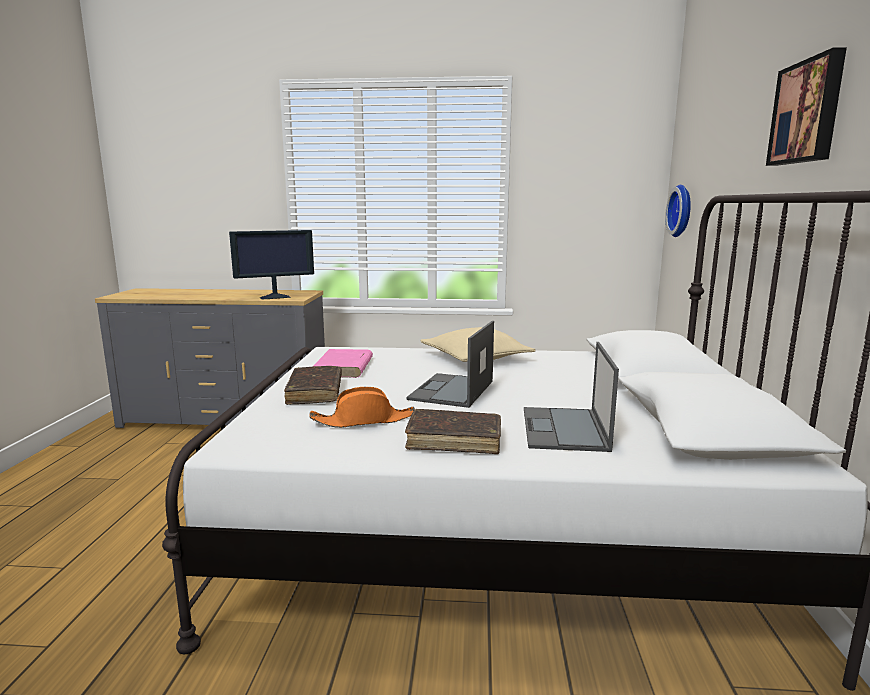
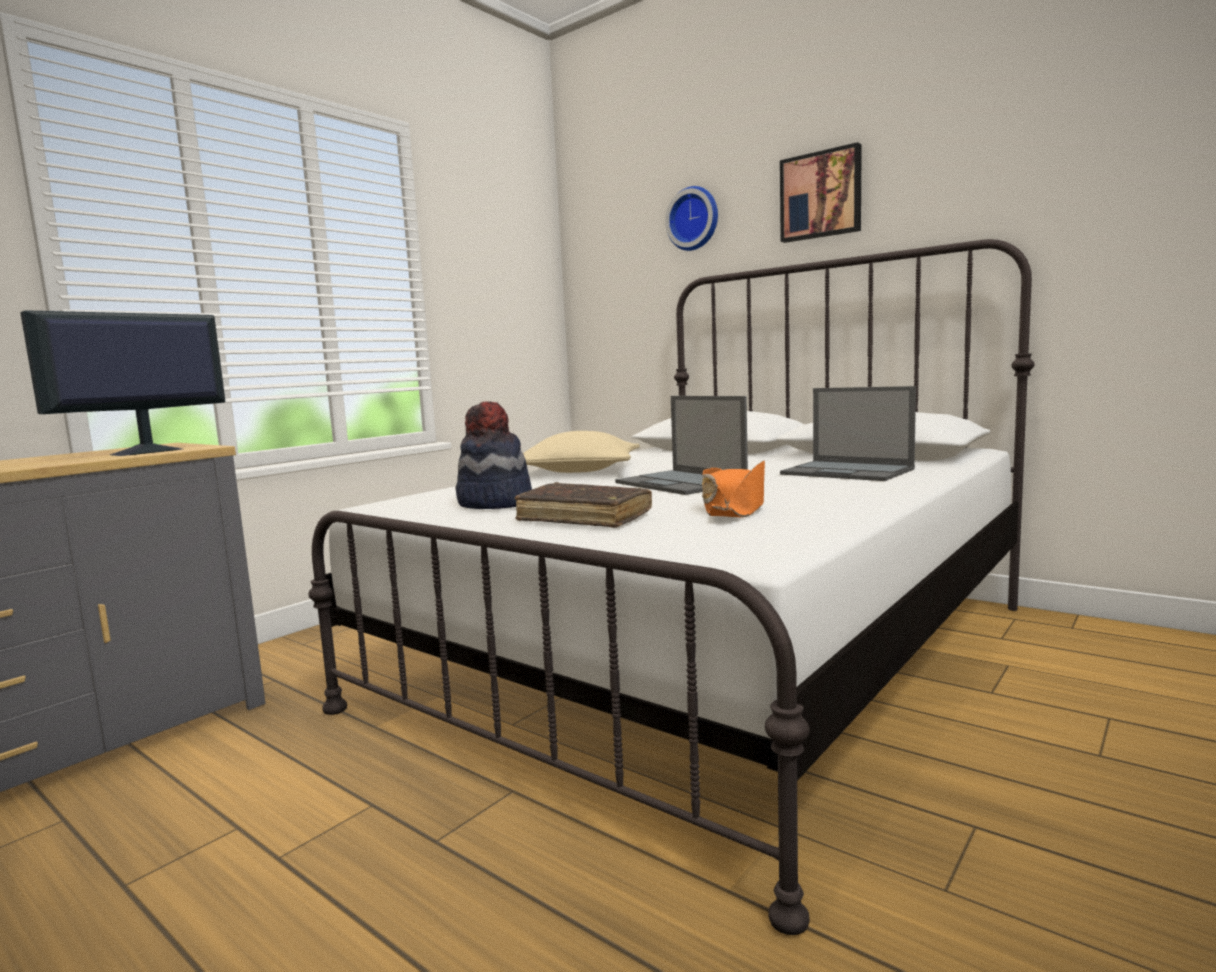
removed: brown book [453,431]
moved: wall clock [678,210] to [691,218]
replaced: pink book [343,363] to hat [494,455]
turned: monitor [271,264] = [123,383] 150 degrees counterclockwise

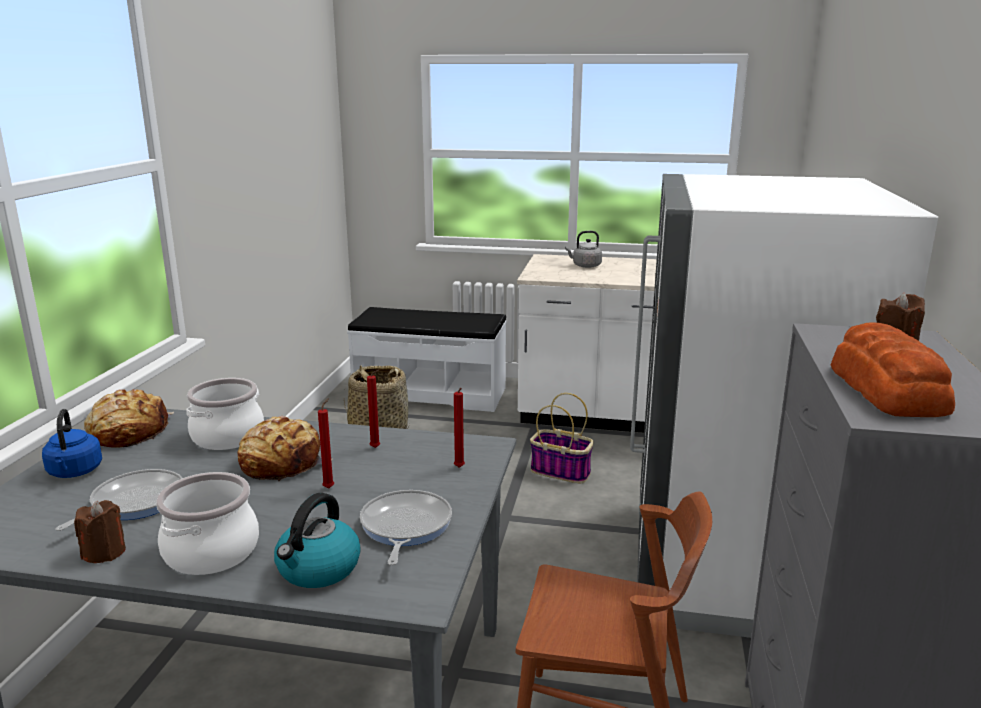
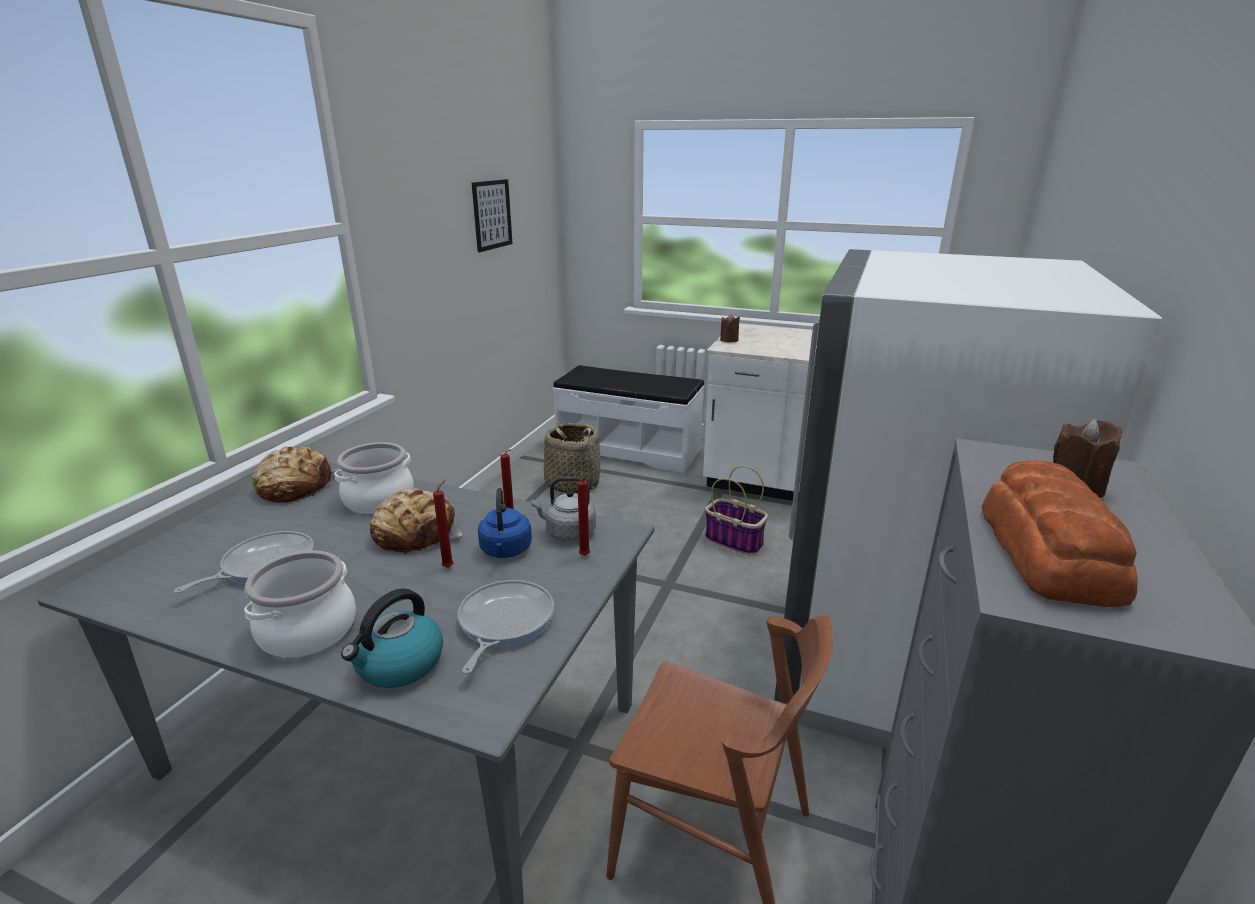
added: picture [492,215]
moved: blue kettle [72,443] to [505,523]; grey kettle [583,249] to [563,509]; brown candle [100,531] to [730,328]

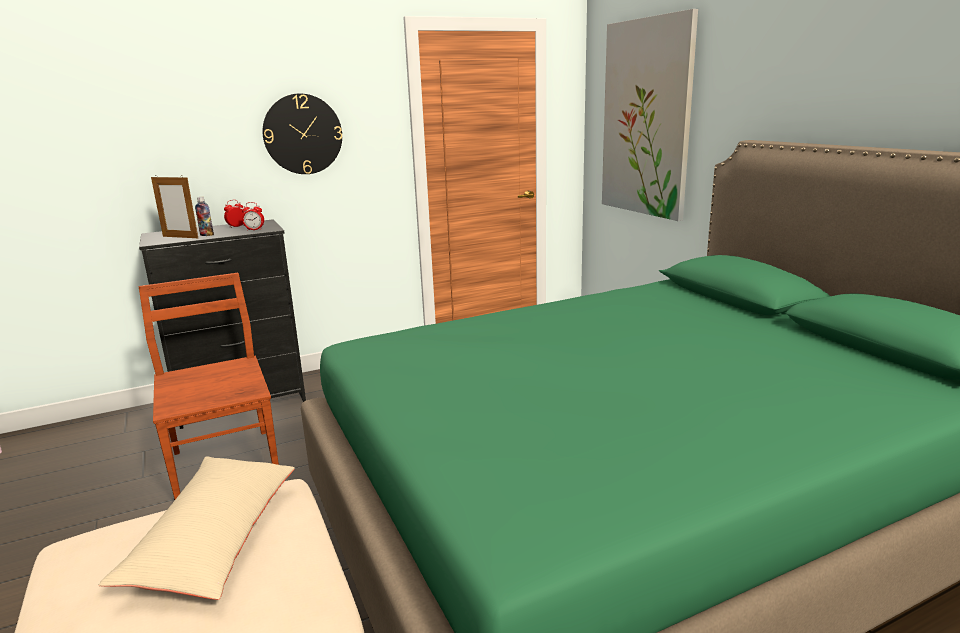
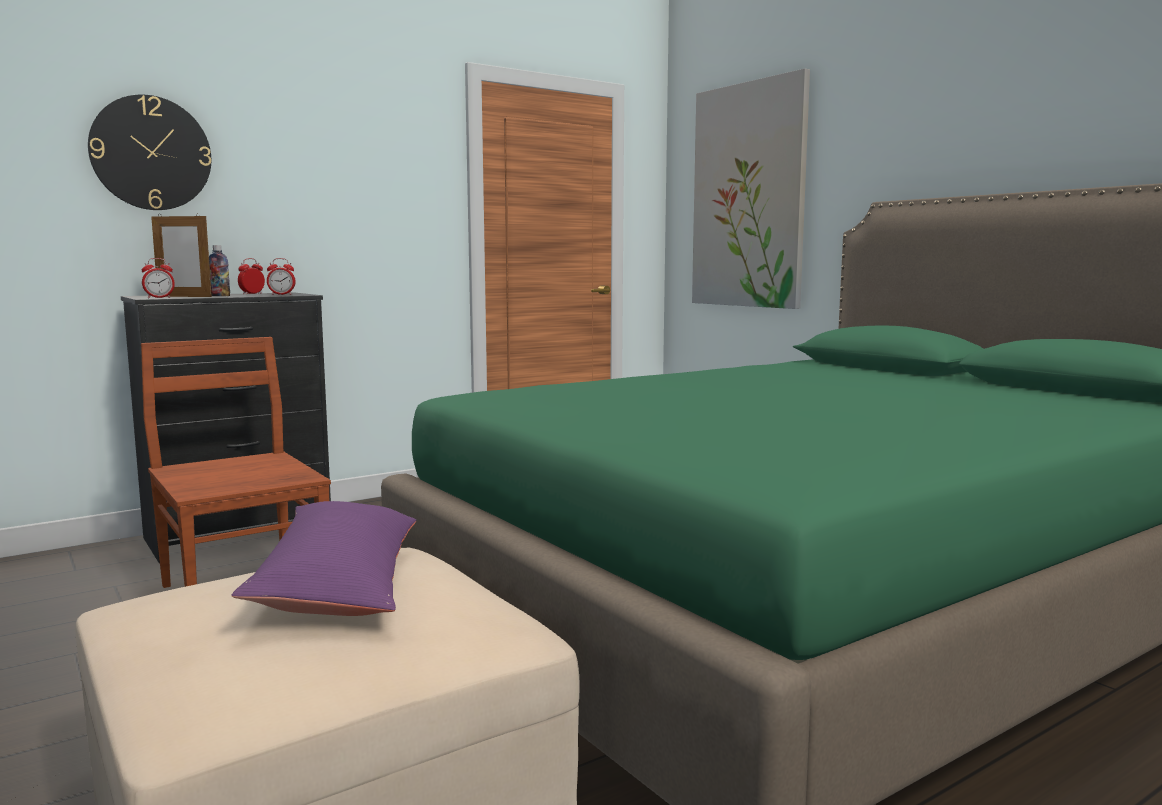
added: alarm clock [158,278]
moved: wall clock [302,134] to [149,152]
recoloured: beige pillow [197,528] to purple pillow [323,558]

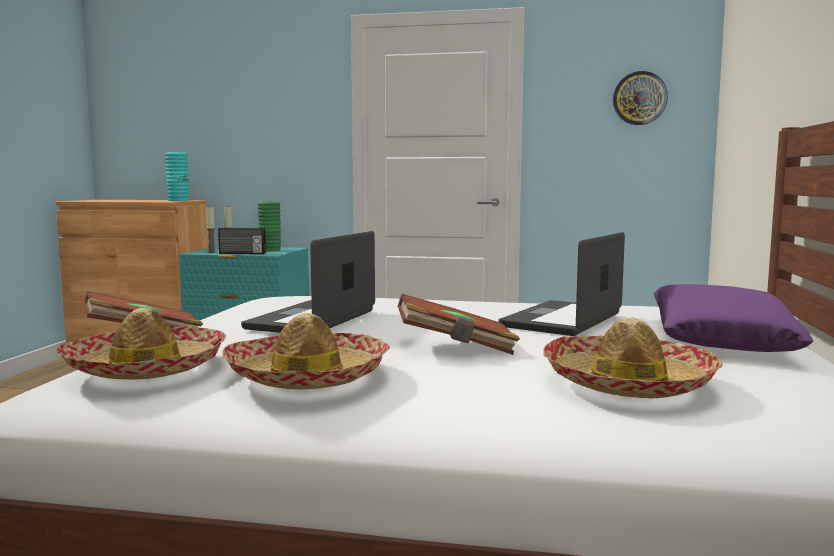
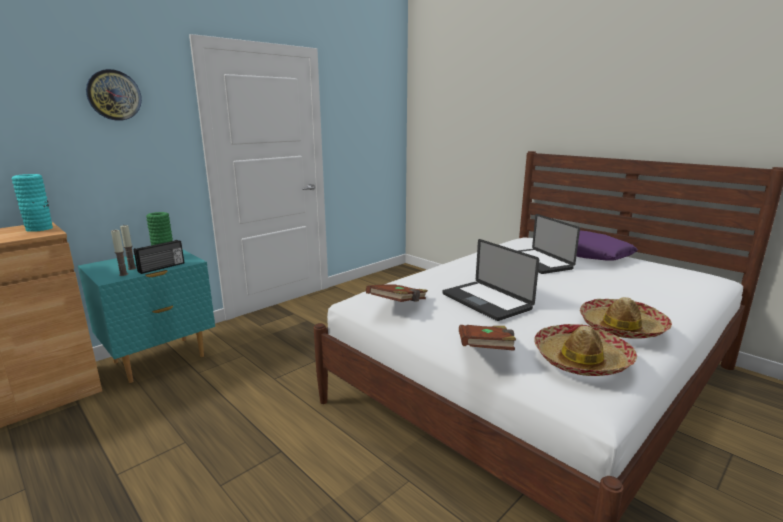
removed: hat [633,358]
moved: wall clock [640,98] to [114,95]; brown book [459,324] to [397,293]

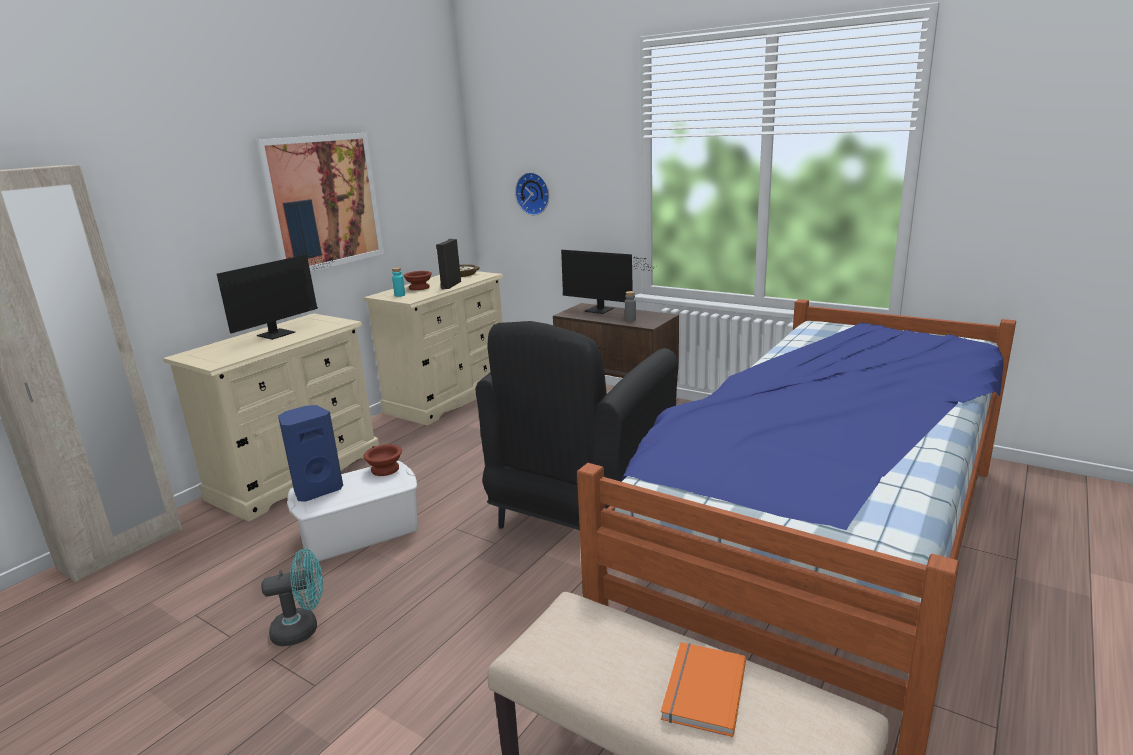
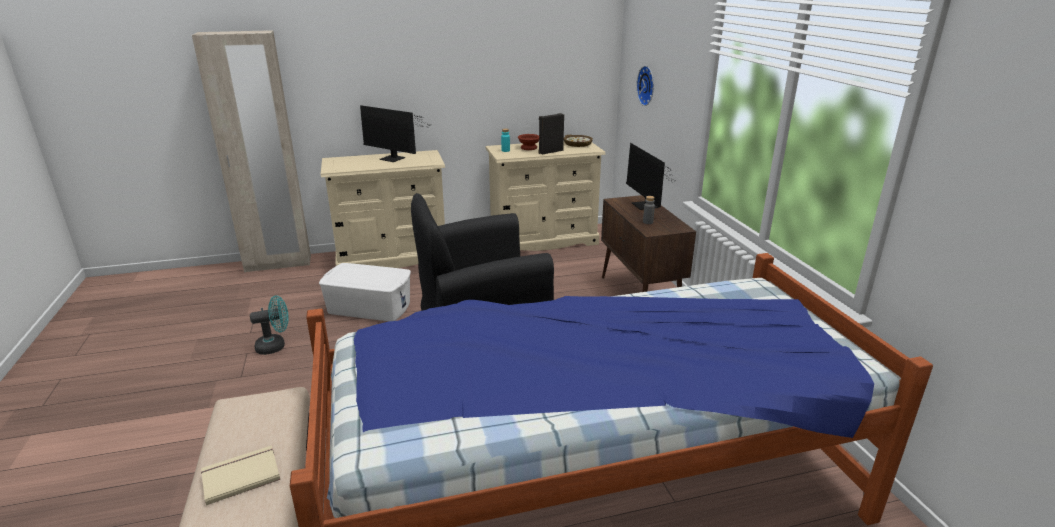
removed: picture [319,202]; blue speaker [310,453]; brown bowl [382,460]
recoloured: orange book [703,689] to beige book [240,475]
turned: turquoise fan [292,598] = [269,325] 45 degrees counterclockwise; monitor [276,297] = [393,133] 45 degrees clockwise

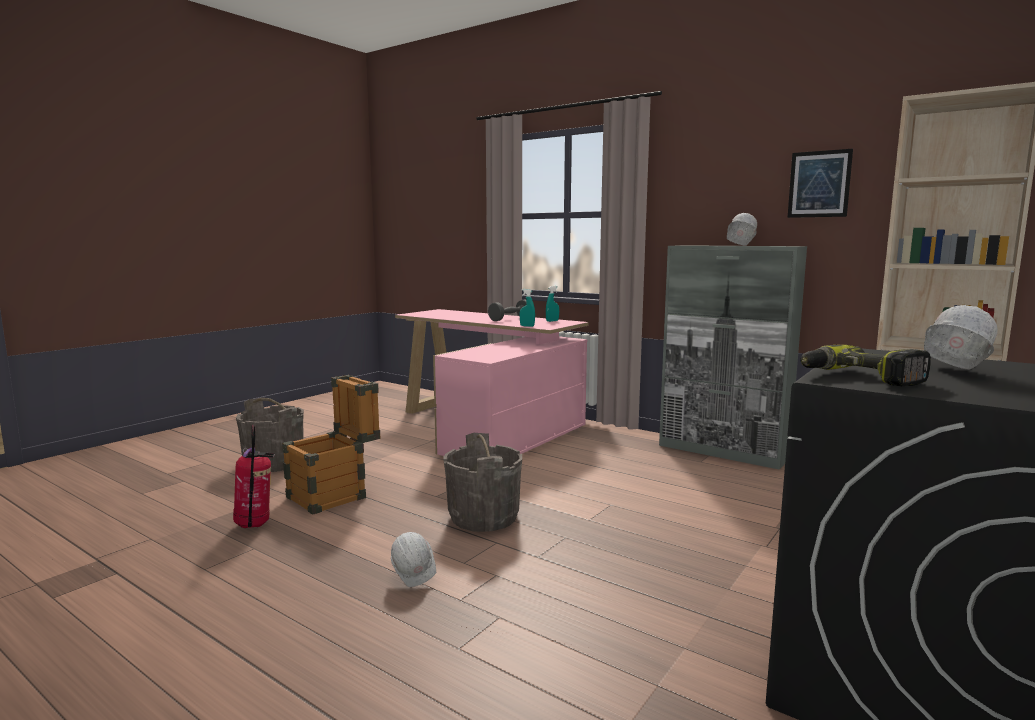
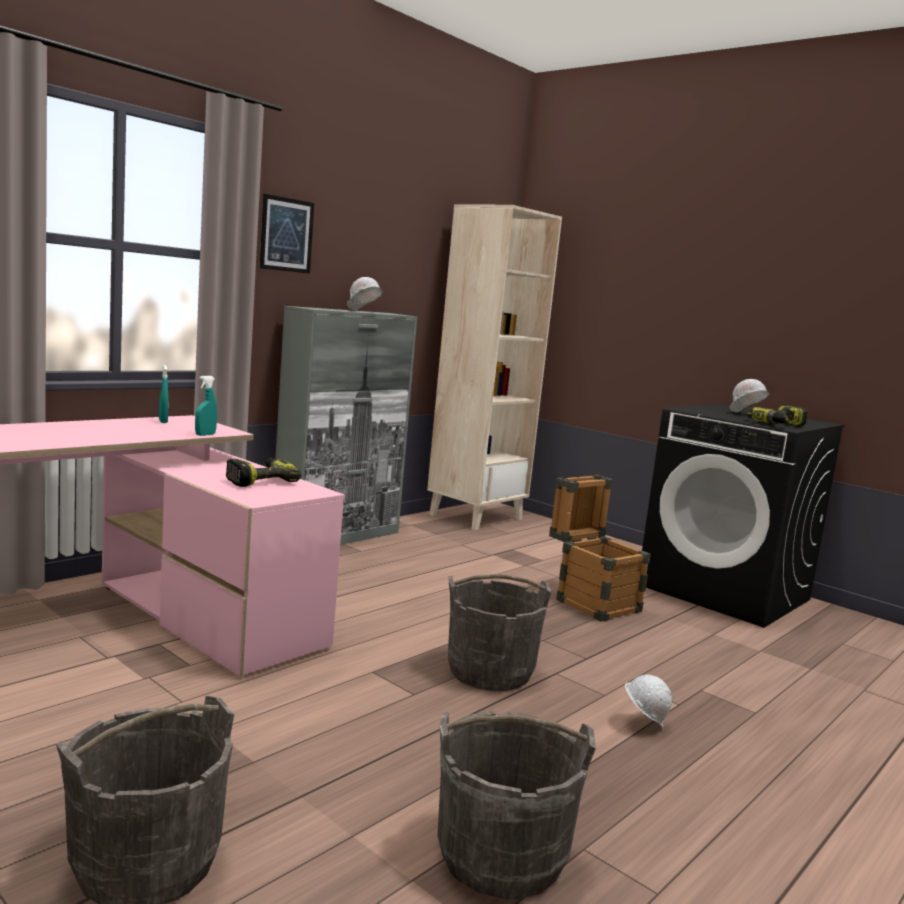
removed: grey dumbbell [507,310]
added: power drill [264,472]
moved: picture [820,183] to [287,234]; crate [331,445] to [600,548]
replaced: fire extinguisher [254,476] to grey bucket [516,805]

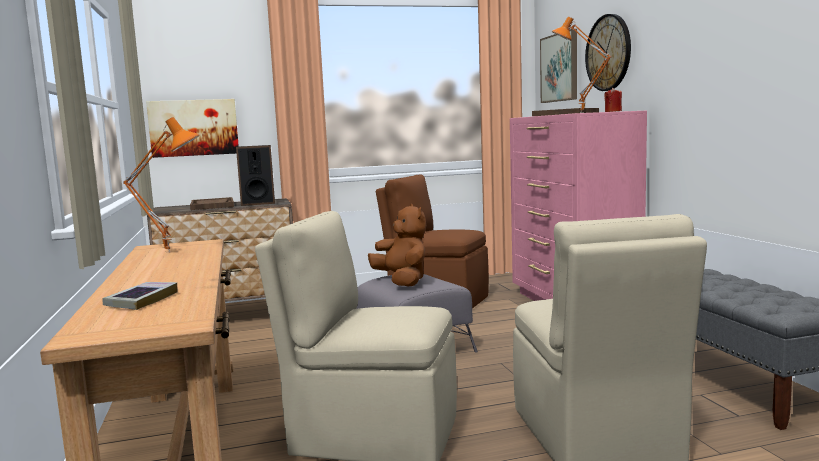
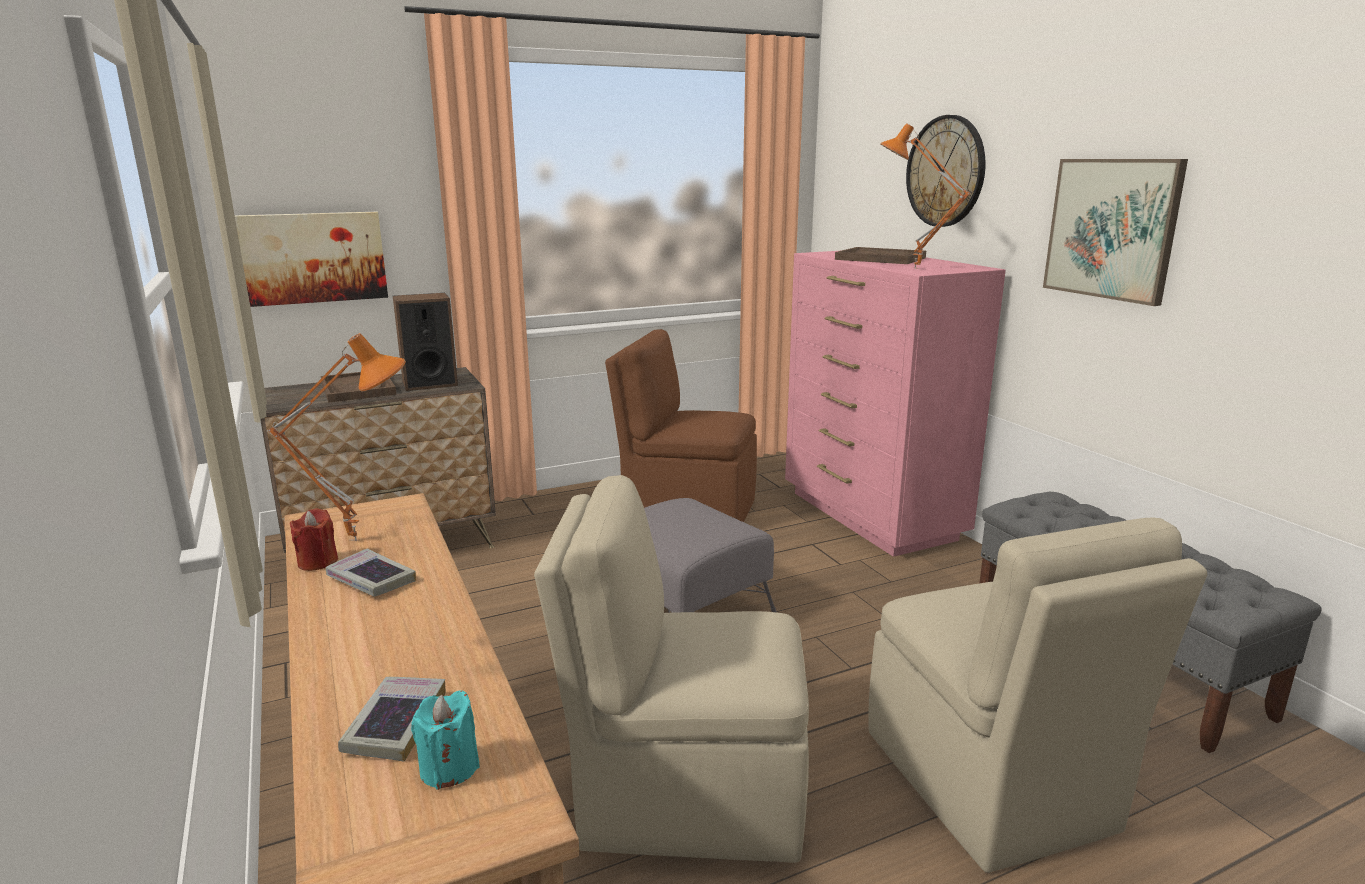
removed: brown plush toy [397,245]
added: book [371,572]; turquoise candle [445,740]
moved: red candle [613,100] to [314,539]; picture [558,66] to [1115,232]

